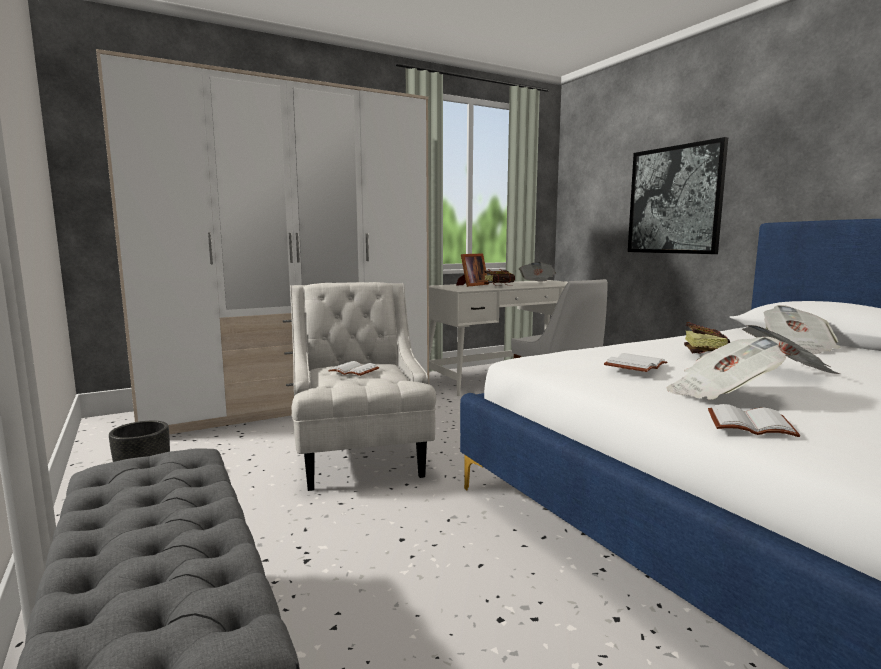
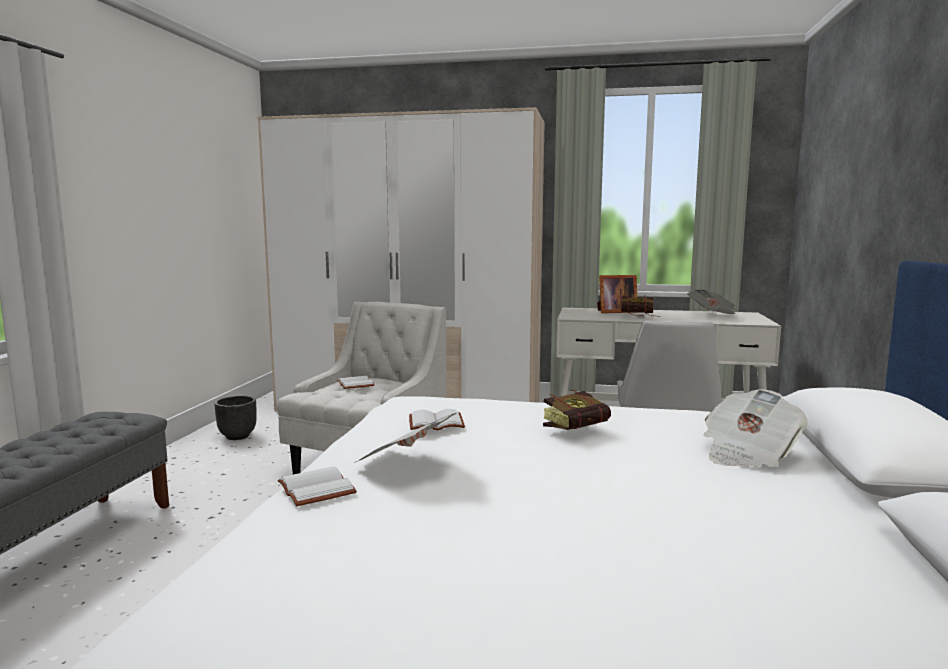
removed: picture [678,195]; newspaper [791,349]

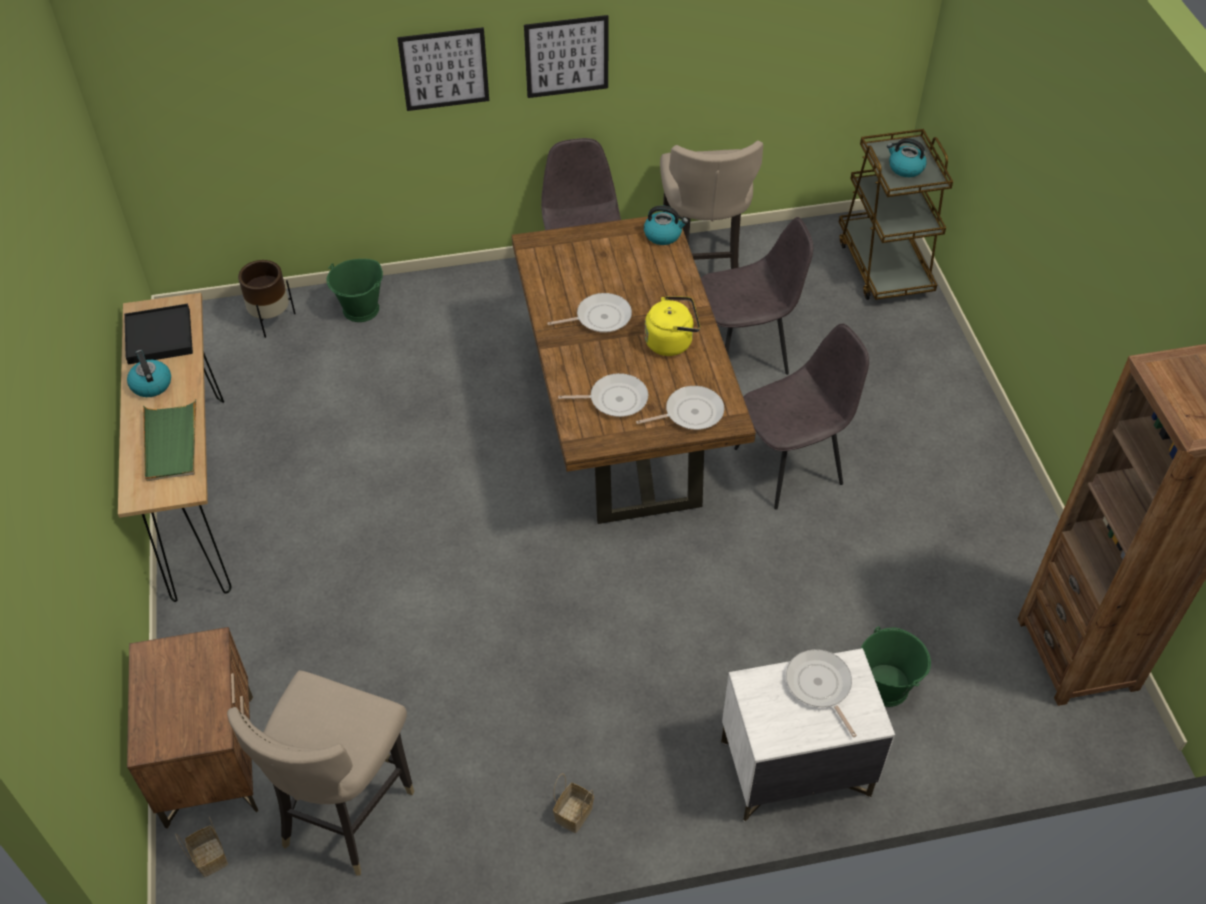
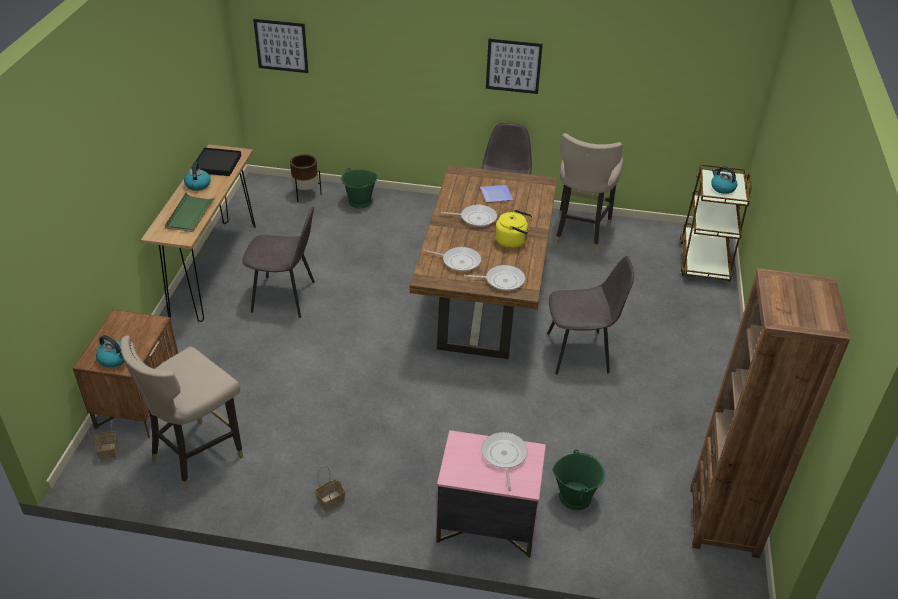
added: plate [496,193]
moved: kettle [666,225] to [110,351]; grey chair [757,296] to [278,262]; picture [443,69] to [280,46]
recoloured: white nightstand [808,735] to pink nightstand [491,494]

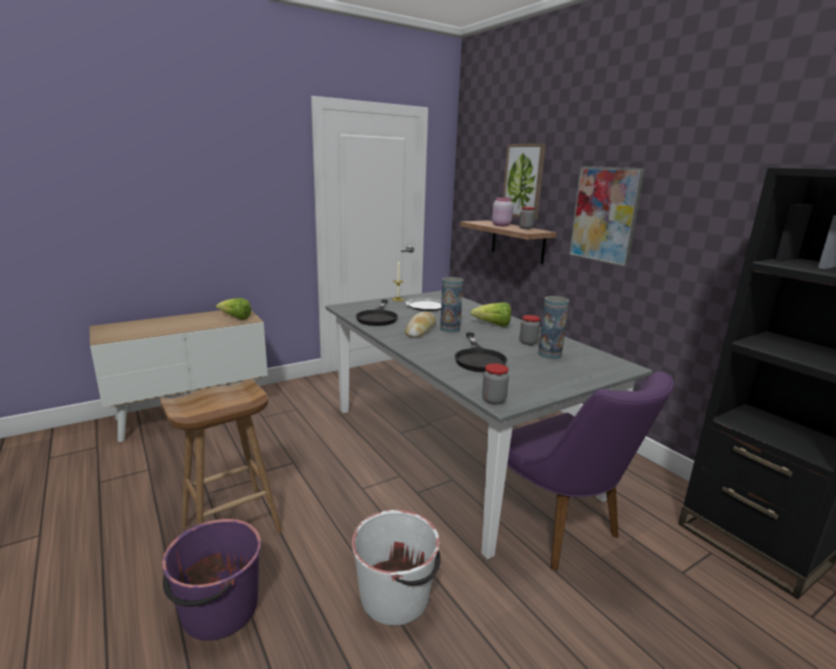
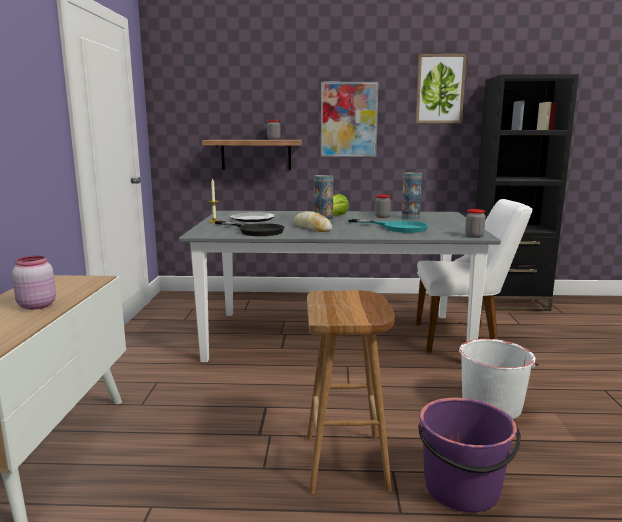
removed: lettuce [233,309]
moved: pink jar [502,211] to [34,283]; picture [524,181] to [441,88]
recoloured: black frying pan [481,352] to turquoise frying pan [388,226]; purple chair [590,471] to white chair [474,275]

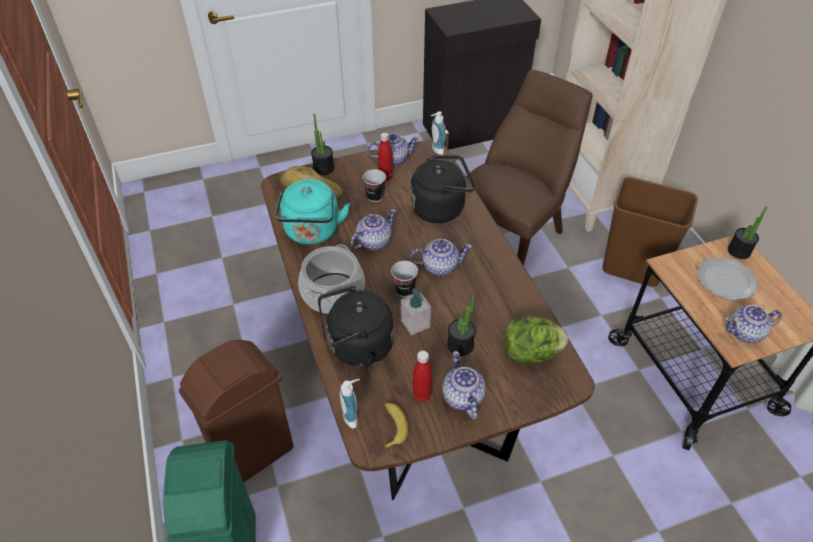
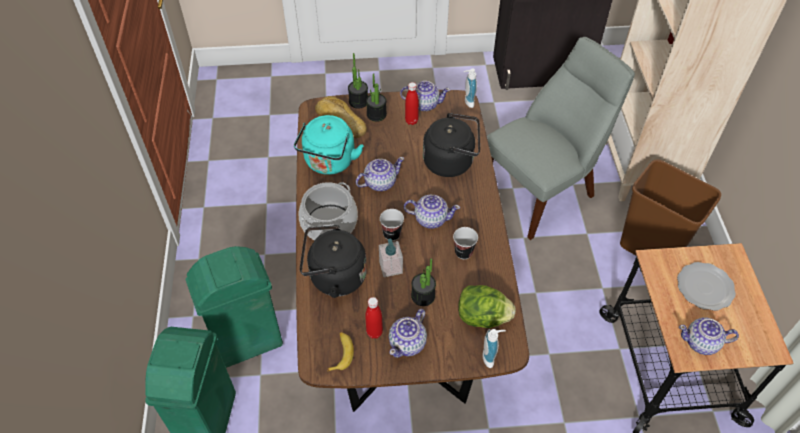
moved: potted plant [747,232] to [376,97]; cup [374,185] to [465,243]; soap dispenser [350,404] to [494,348]
recoloured: brown trash can [236,411] to green trash can [234,307]; brown chair [529,168] to grey chair [561,138]
turned: teapot [464,385] = [408,333] 150 degrees counterclockwise

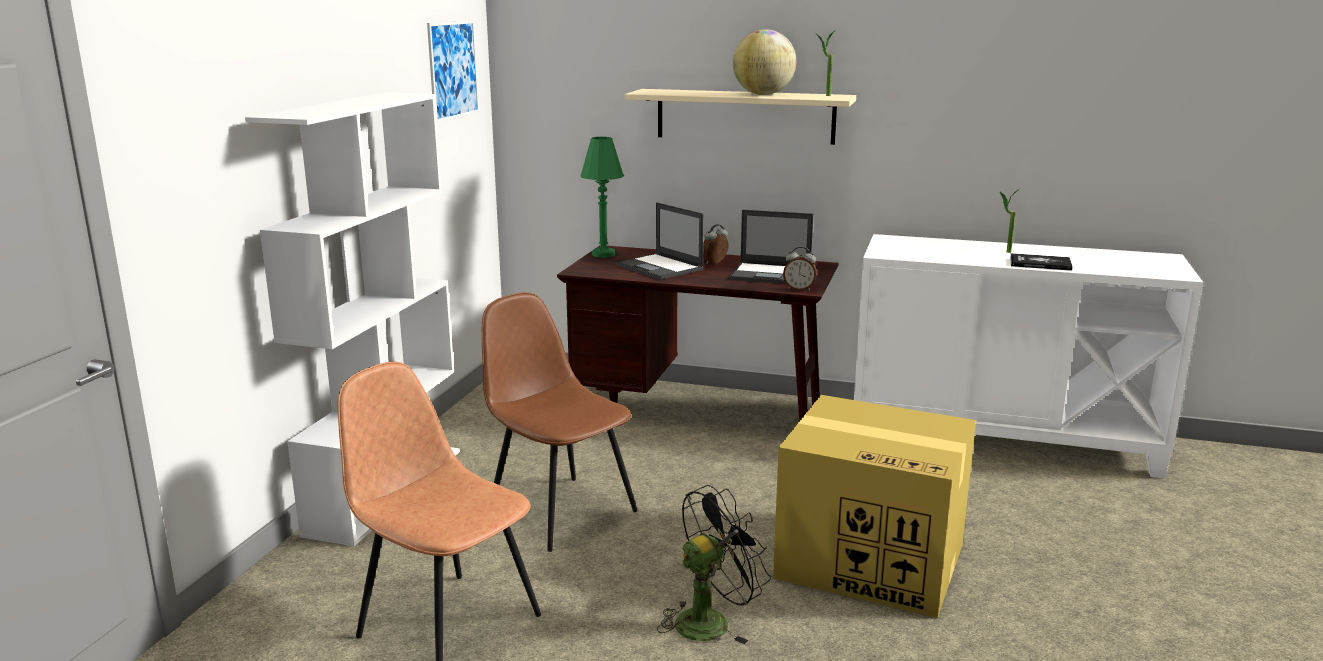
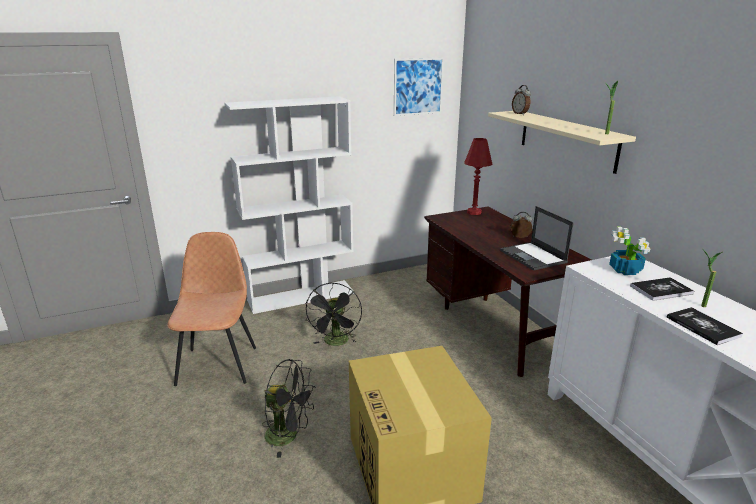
removed: laptop [660,241]; globe [764,62]
added: potted plant [630,251]; book [662,289]
moved: alarm clock [800,269] to [521,100]
replaced: brown chair [560,422] to black fan [333,314]
recoloured: green table lamp [602,197] to red table lamp [478,176]

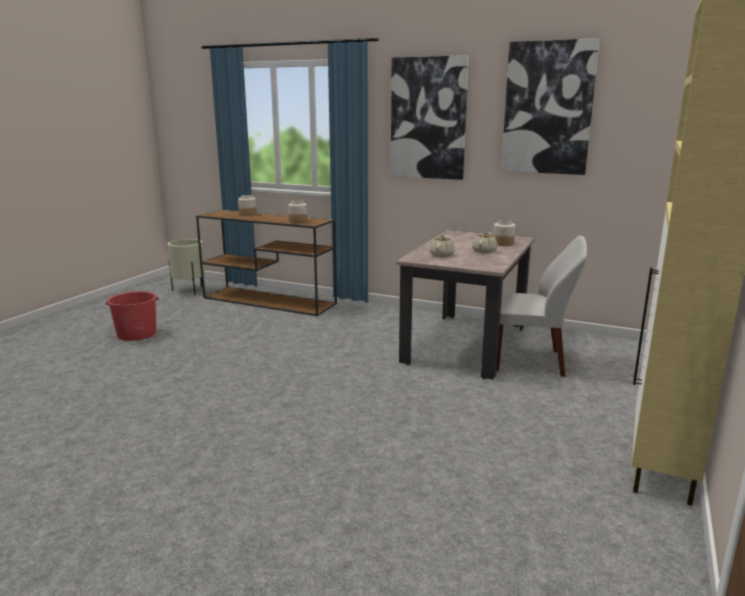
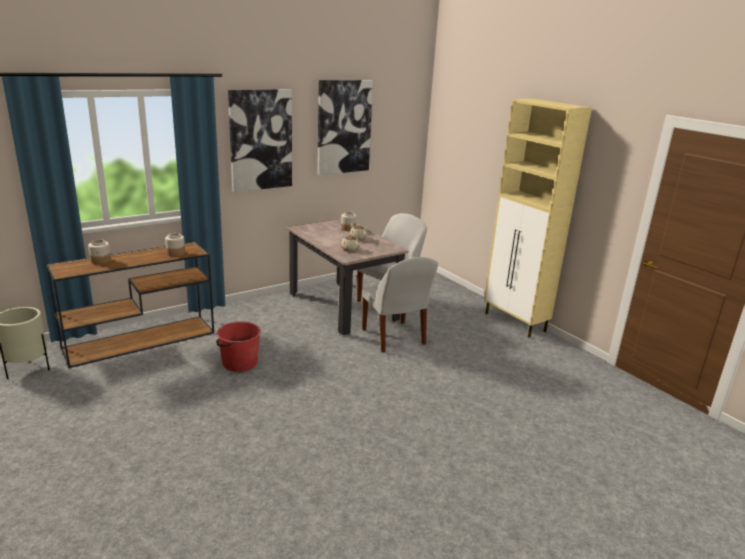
added: white chair [400,304]
moved: red bucket [132,316] to [238,346]

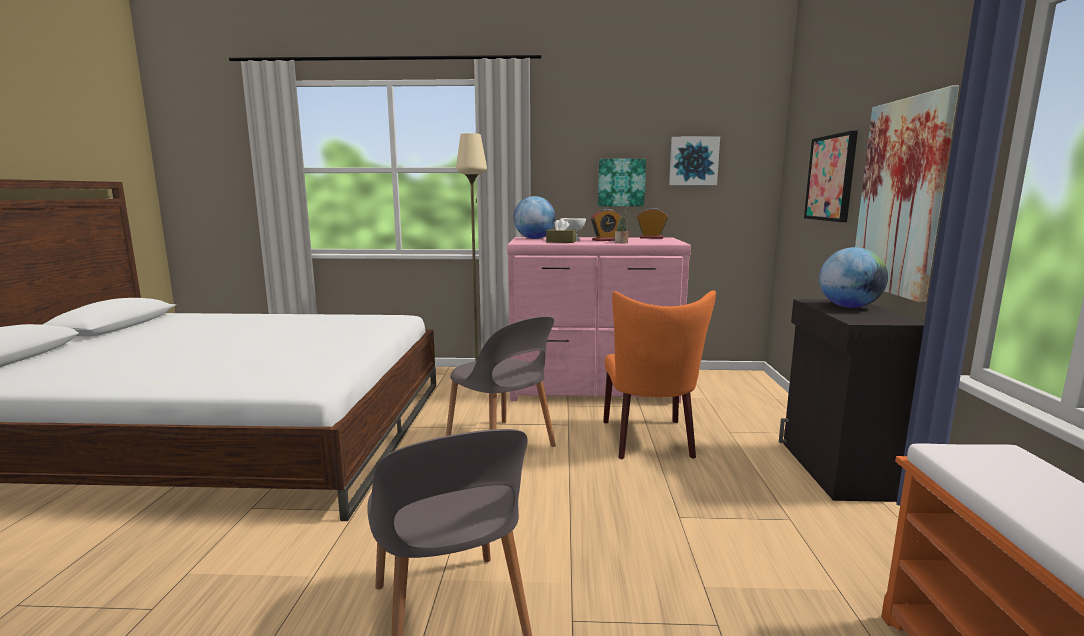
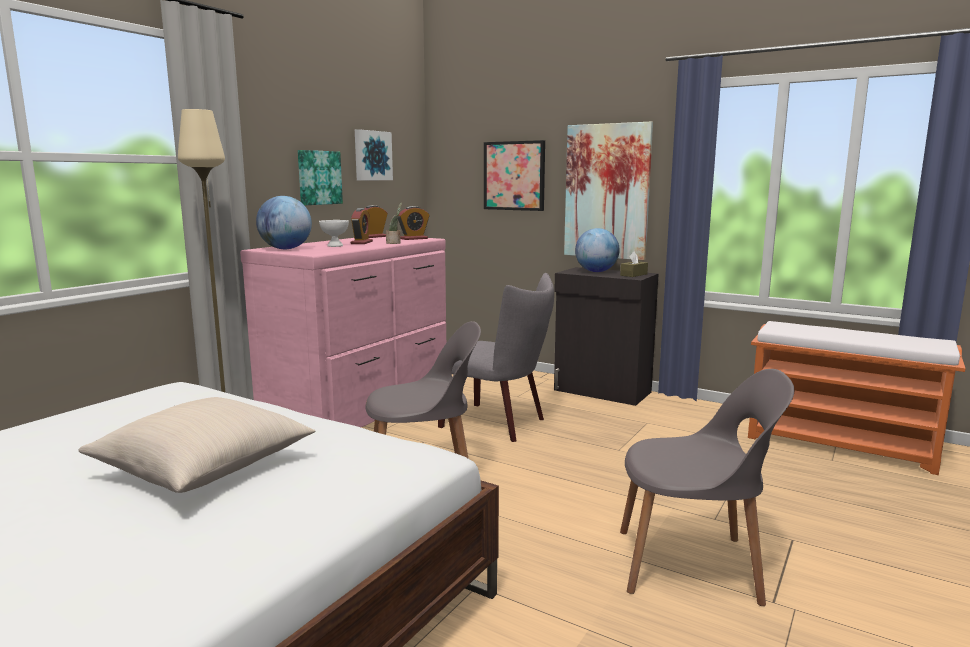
added: beige pillow [197,445]; alarm clock [413,223]
moved: brown tissue box [561,230] to [634,264]
recoloured: orange chair [659,374] to grey chair [496,357]

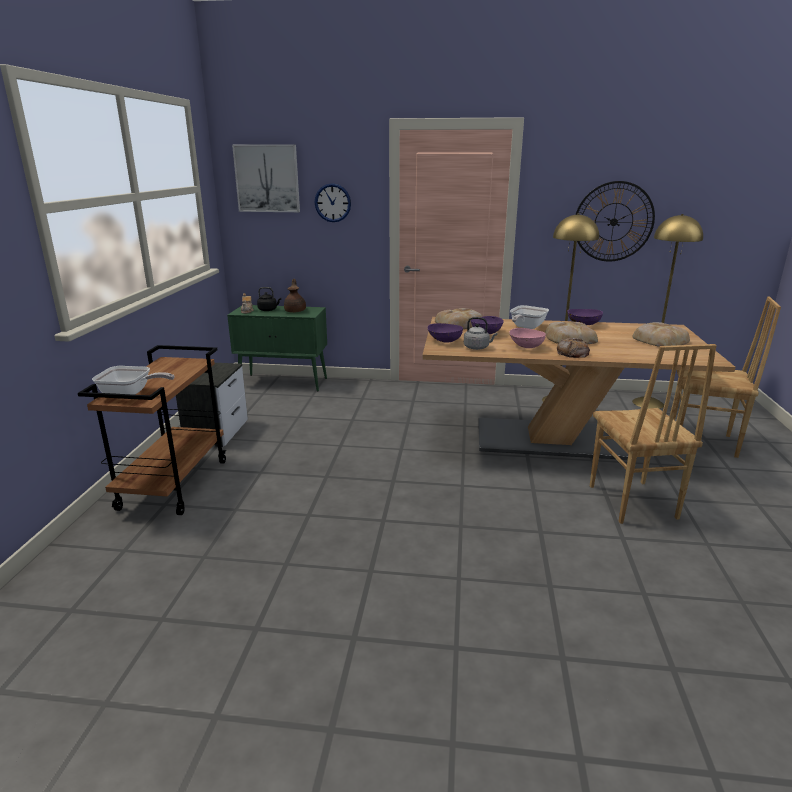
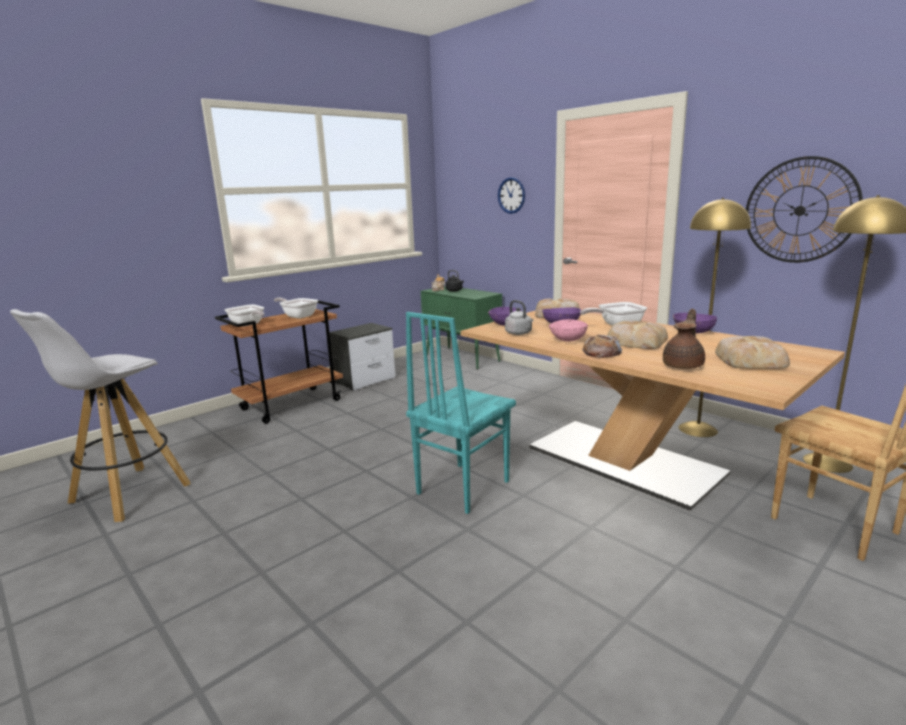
removed: picture [266,178]; brown chair [653,434]
added: white stool [100,415]; frying pan [296,308]; turquoise chair [461,413]
moved: brown teapot [295,296] to [684,339]

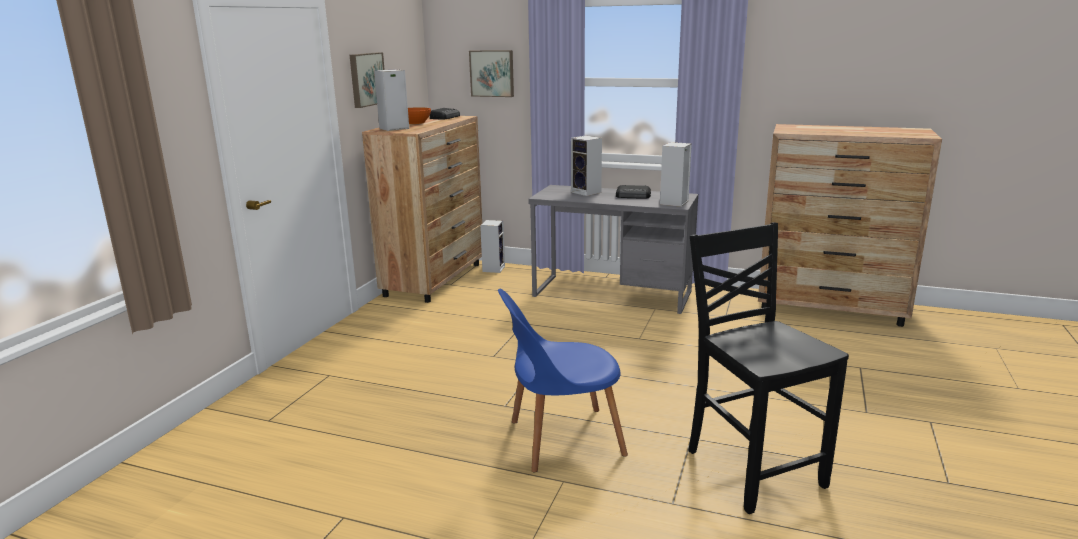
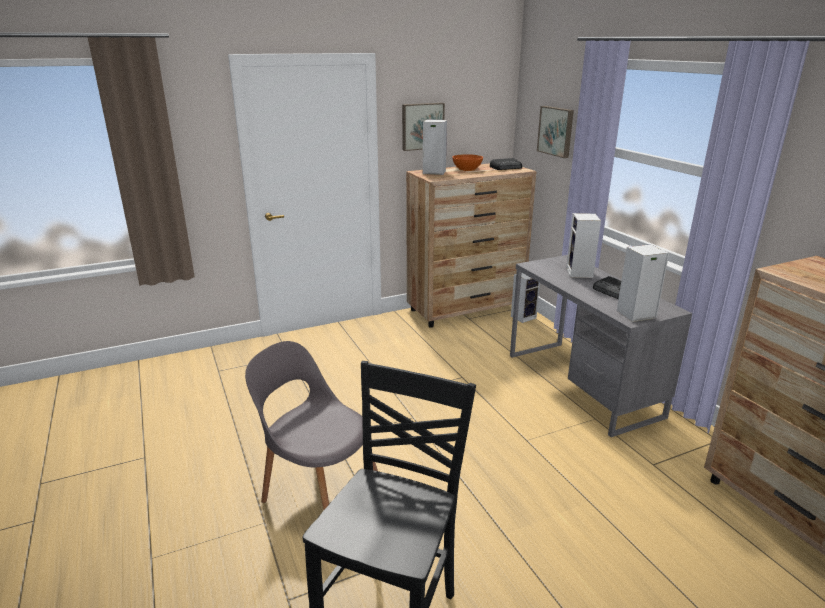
recoloured: blue chair [563,380] to grey chair [311,425]

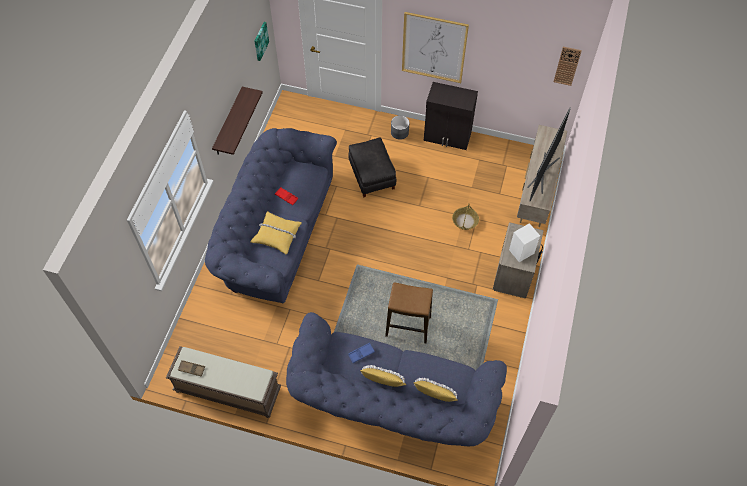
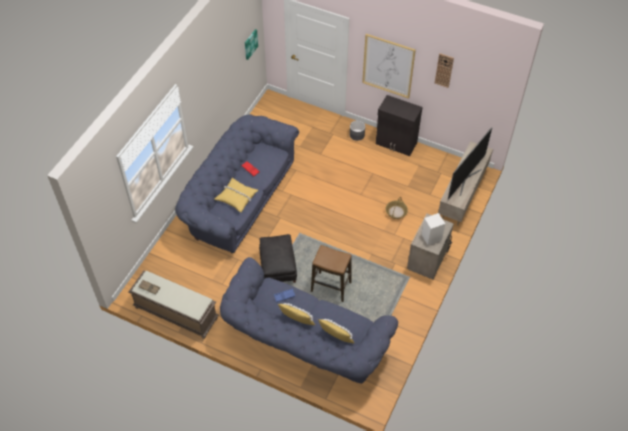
removed: shelf [237,121]
moved: black ottoman [372,167] to [278,258]; wall clock [568,66] to [444,70]

